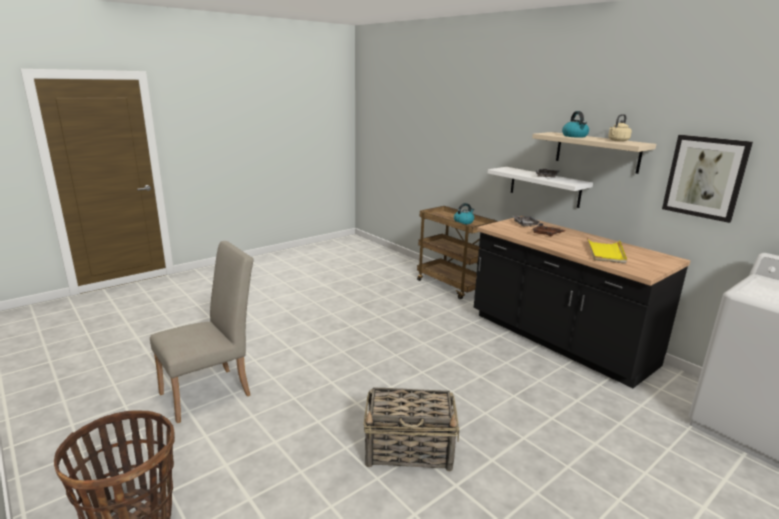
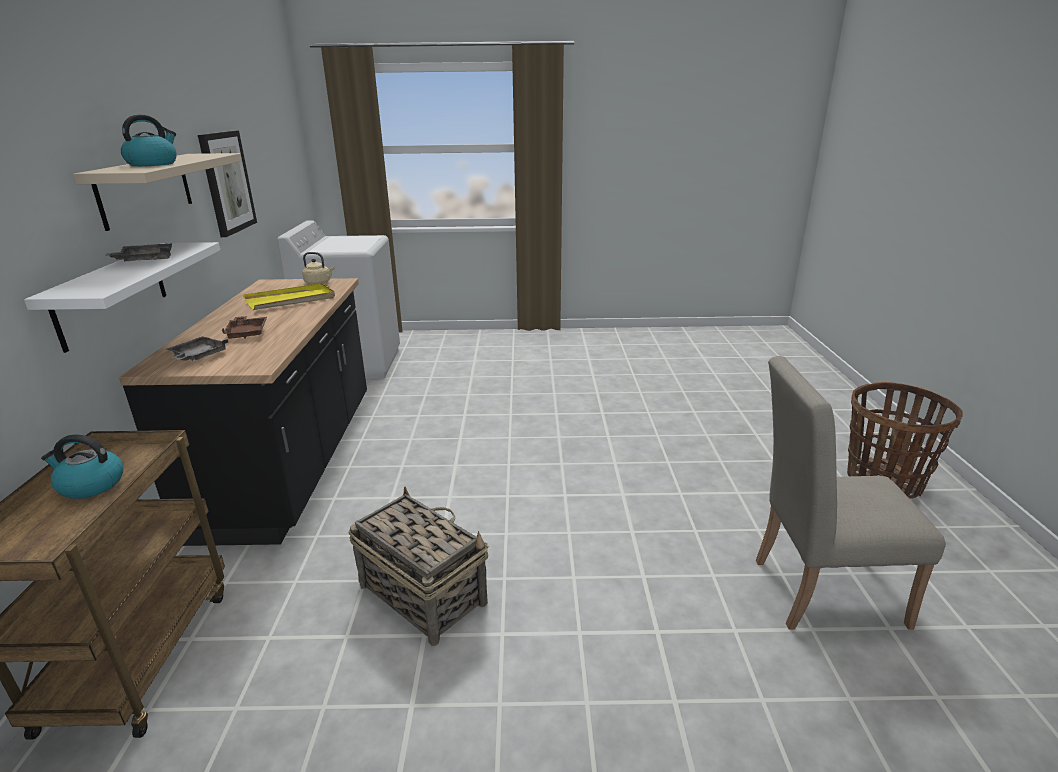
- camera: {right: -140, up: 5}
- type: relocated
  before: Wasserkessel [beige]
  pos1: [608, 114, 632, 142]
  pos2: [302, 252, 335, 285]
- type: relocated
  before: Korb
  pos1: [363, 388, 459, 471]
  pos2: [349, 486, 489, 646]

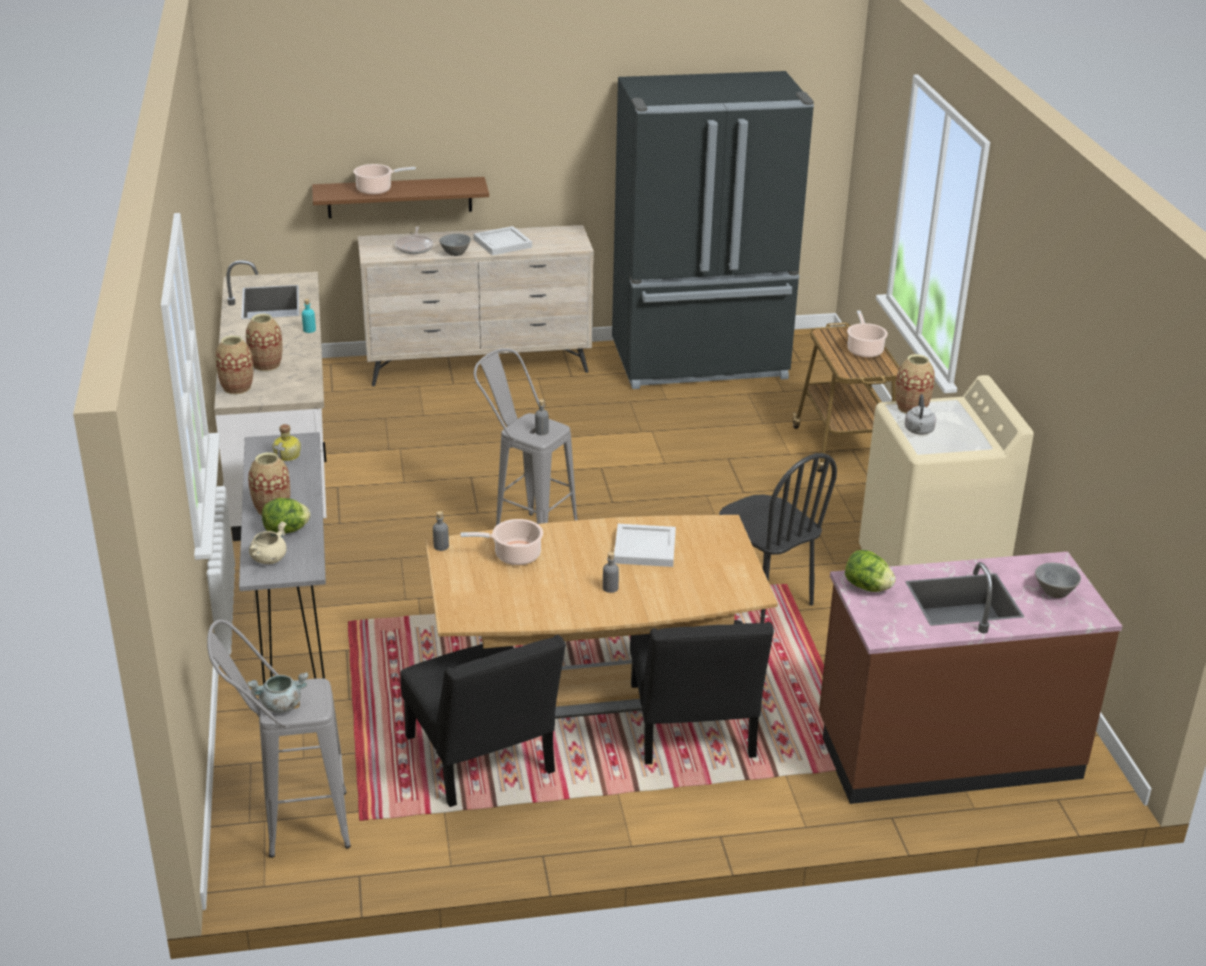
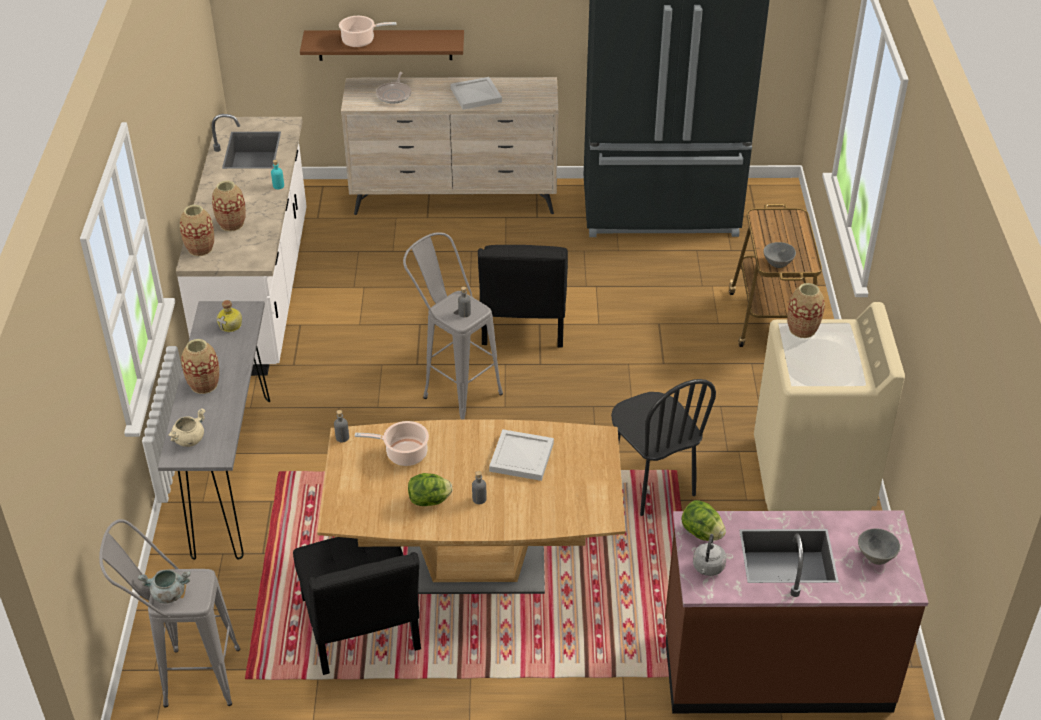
- camera: {right: 10, up: 10}
- type: relocated
  before: Schüssel [grau]
  pos1: [439, 234, 471, 256]
  pos2: [763, 242, 796, 268]
- type: missing
  before: Kochtopf
  pos1: [847, 311, 888, 358]
- type: relocated
  before: Wasserkessel [grau]
  pos1: [905, 394, 936, 435]
  pos2: [693, 534, 726, 576]
- type: relocated
  before: Salatkopf
  pos1: [262, 498, 311, 533]
  pos2: [408, 473, 452, 506]
- type: relocated
  before: Stuhl [schwarz]
  pos1: [630, 620, 774, 765]
  pos2: [478, 245, 568, 348]

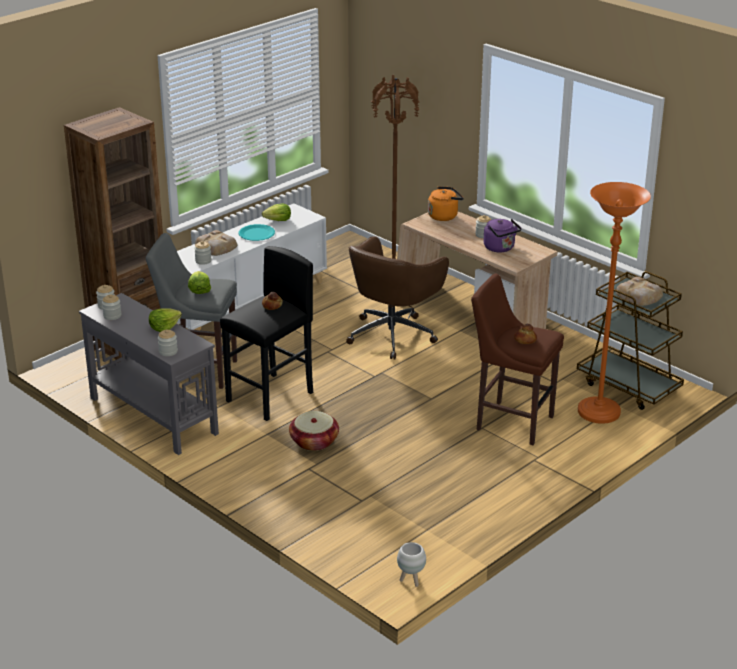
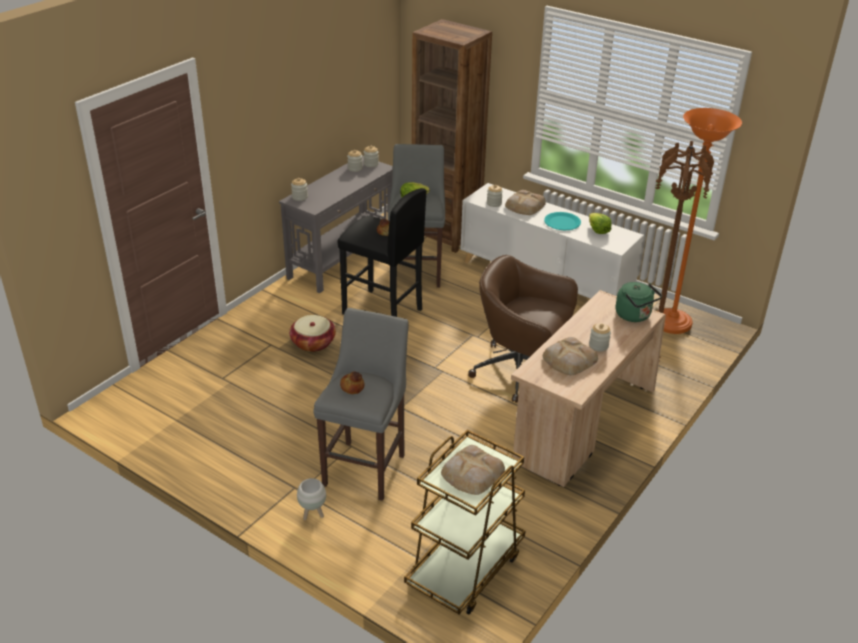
- camera: {right: 80, up: 5}
- type: relocated
  before: Stehlampe [orange]
  pos1: [578, 182, 651, 424]
  pos2: [663, 108, 742, 334]
- type: colour
  before: Wasserkessel [orange]
  after: Wasserkessel [grün]
  pos1: [428, 186, 464, 221]
  pos2: [615, 282, 662, 322]
- type: exchanged
  before: Wasserkessel [lila]
  after: Brot
  pos1: [484, 219, 521, 252]
  pos2: [543, 337, 598, 375]
- type: colour
  before: Hocker [braun]
  after: Hocker [grau]
  pos1: [471, 274, 564, 445]
  pos2: [313, 308, 409, 501]
- type: missing
  before: Salatkopf
  pos1: [149, 308, 182, 332]
- type: relocated
  before: Pflanzkübel [weiß]
  pos1: [397, 542, 426, 587]
  pos2: [297, 478, 326, 520]

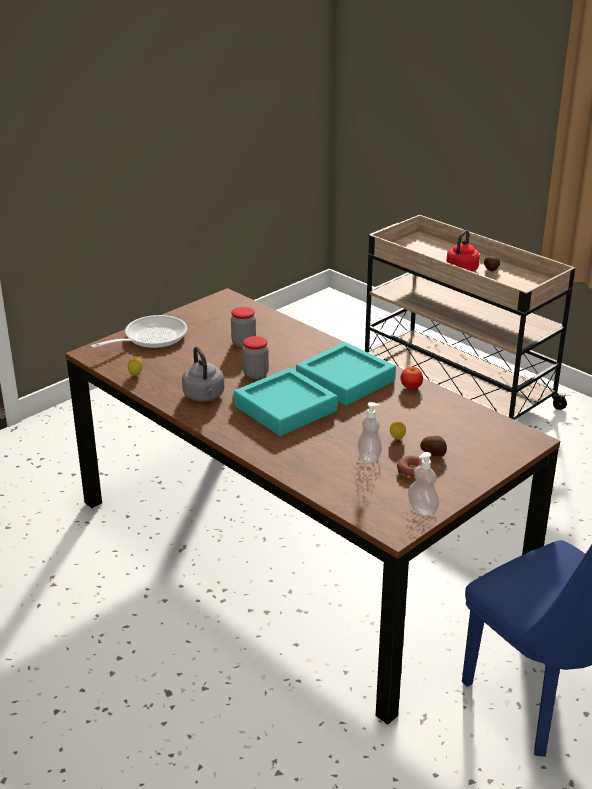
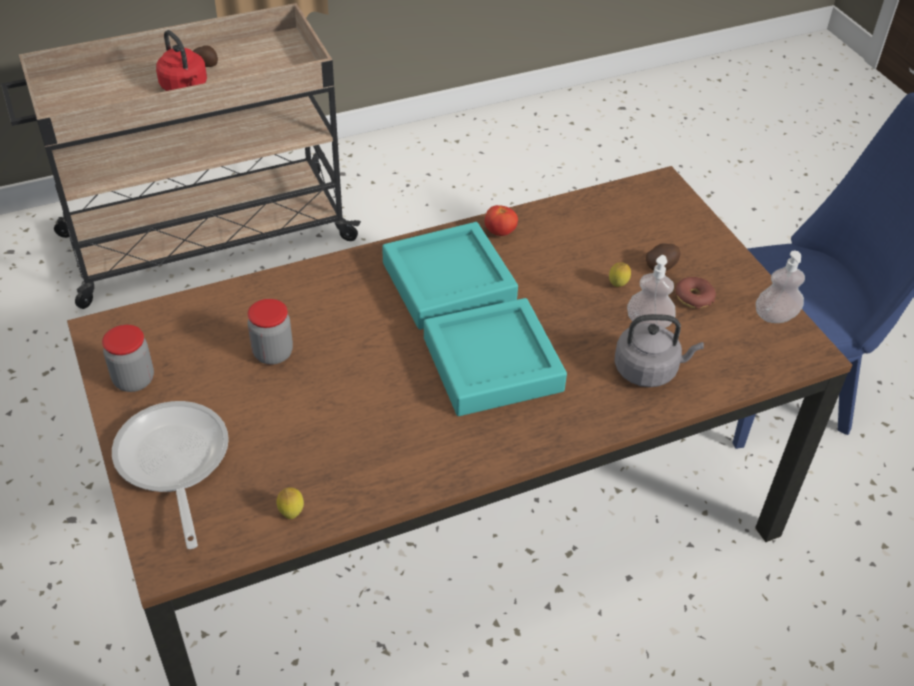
- camera: {right: -70, up: 15}
- type: relocated
  before: Vorratsglas
  pos1: [242, 336, 269, 379]
  pos2: [102, 325, 154, 392]
- type: relocated
  before: Wasserkessel [grau]
  pos1: [182, 347, 224, 402]
  pos2: [614, 314, 704, 387]

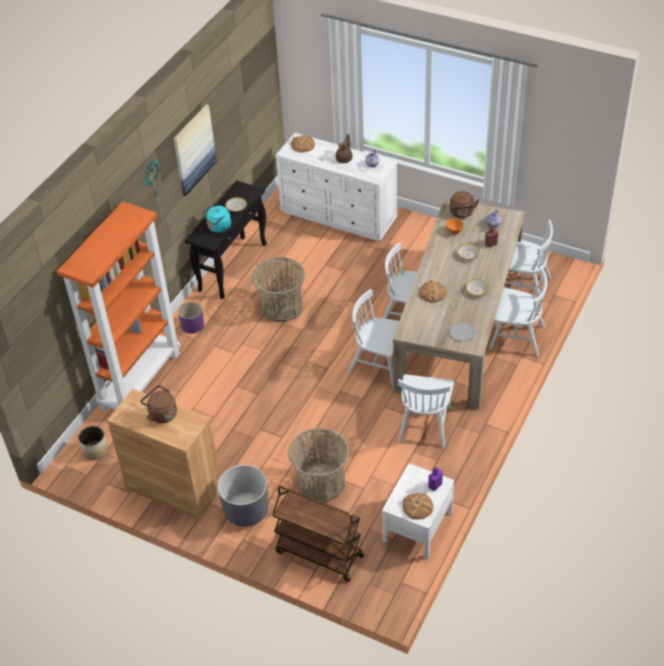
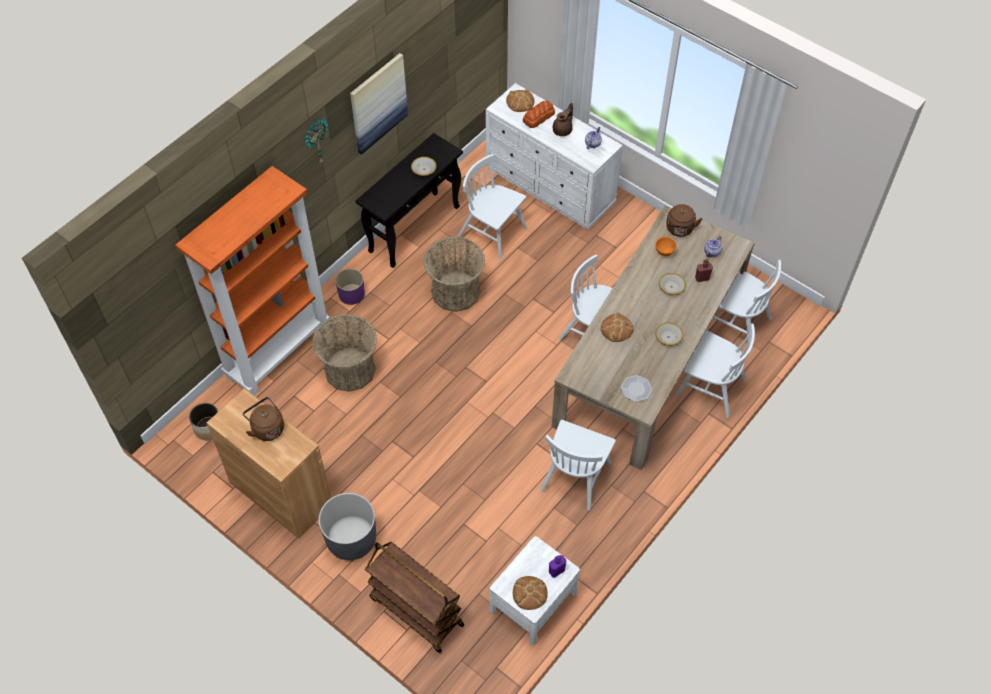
- camera: {right: 10, up: 10}
- type: missing
  before: Wasserkessel [türkis]
  pos1: [201, 206, 231, 233]
- type: relocated
  before: Stuhl [weiß]
  pos1: [348, 289, 409, 386]
  pos2: [458, 154, 527, 259]
- type: relocated
  before: Korb
  pos1: [288, 428, 349, 502]
  pos2: [312, 314, 377, 392]
- type: appeared
  after: Brot
  pos2: [523, 100, 555, 128]

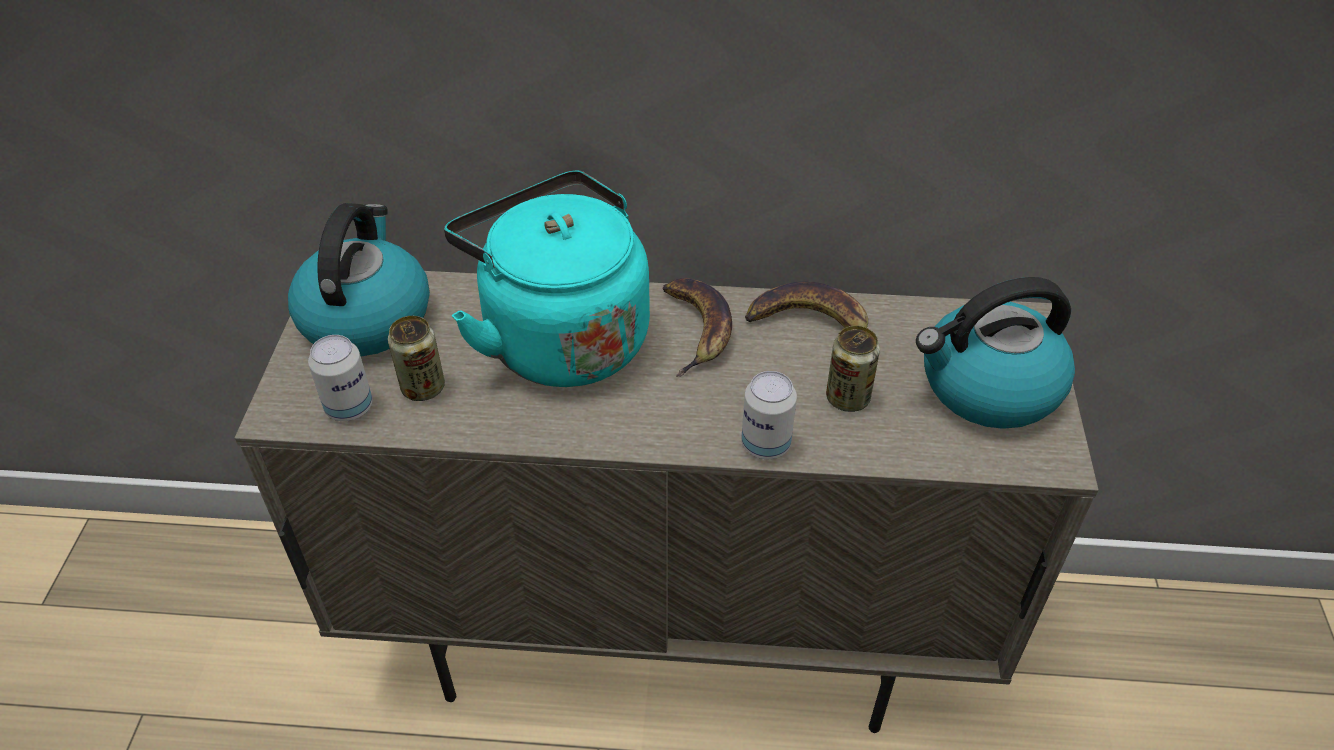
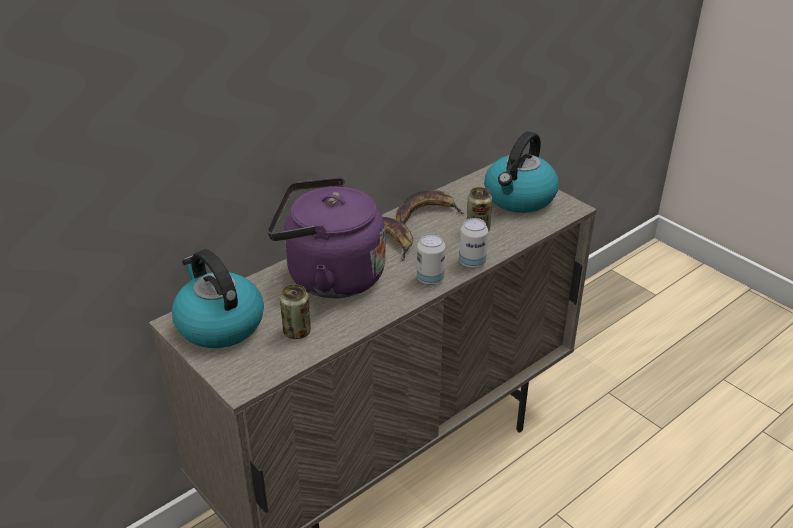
- camera: {right: -45, up: -10}
- type: colour
  before: Wasserkessel [türkis]
  after: Wasserkessel [lila]
  pos1: [444, 170, 650, 387]
  pos2: [267, 177, 386, 298]
- type: relocated
  before: Dose
  pos1: [308, 335, 373, 421]
  pos2: [417, 234, 445, 285]

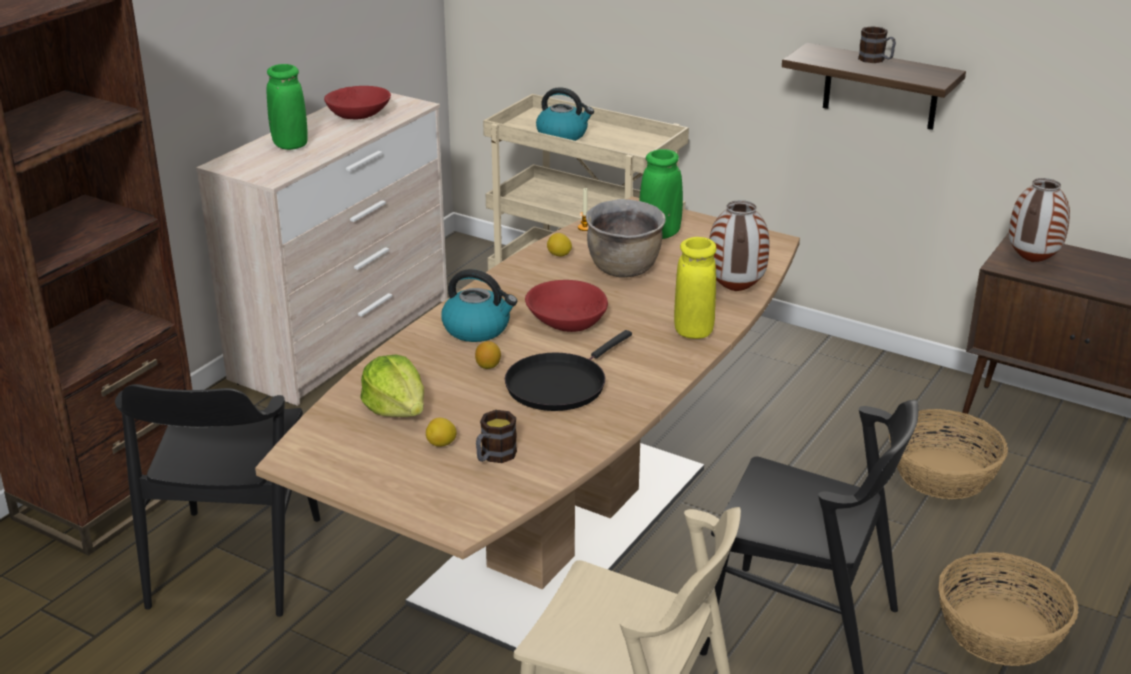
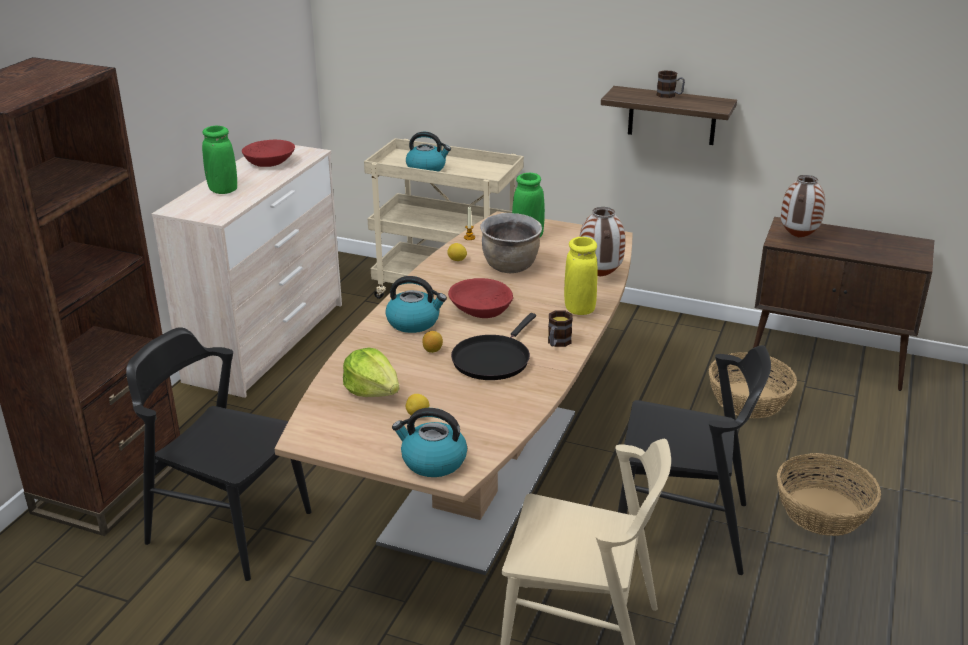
- camera: {right: -10, up: 0}
- type: spun
  before: Stuhl [schwarz]
  pos1: [115, 384, 320, 617]
  pos2: [126, 327, 312, 581]
  turn: 120
- type: relocated
  before: Henkelbecher
  pos1: [476, 410, 517, 463]
  pos2: [548, 310, 573, 347]
- type: appeared
  after: Wasserkessel
  pos2: [392, 408, 467, 477]

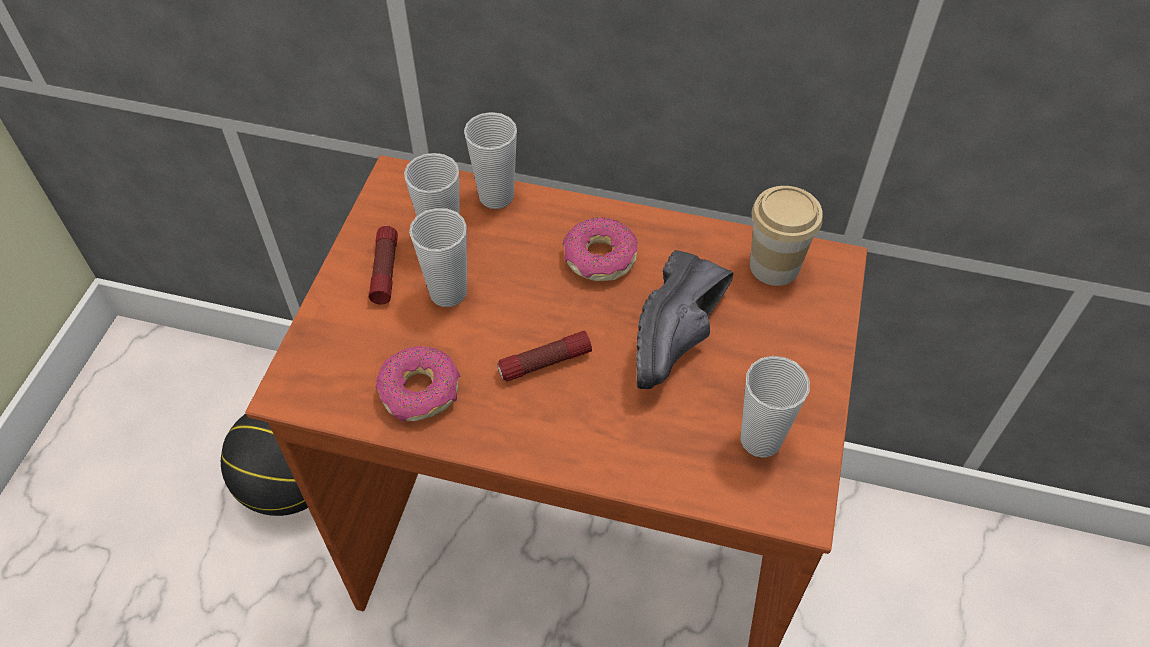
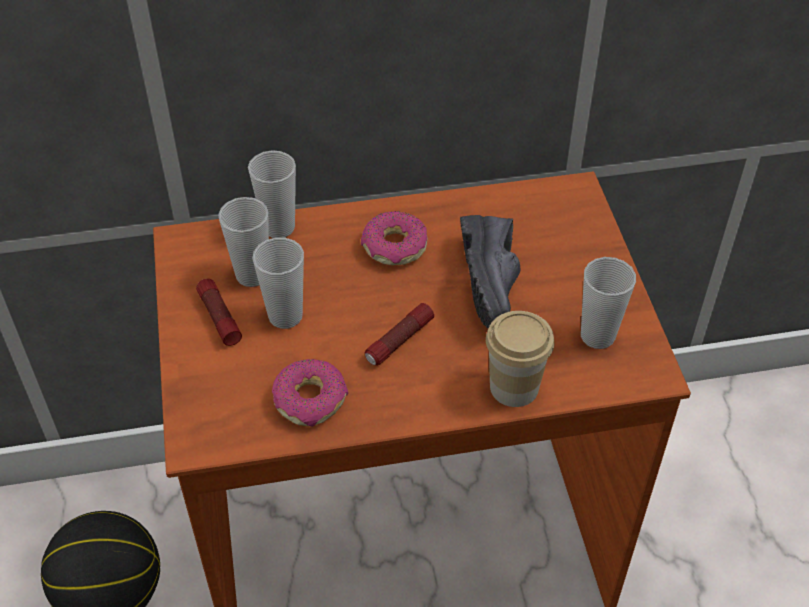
- camera: {right: -25, up: -5}
- type: relocated
  before: Tasse
  pos1: [750, 186, 823, 286]
  pos2: [486, 311, 554, 407]

